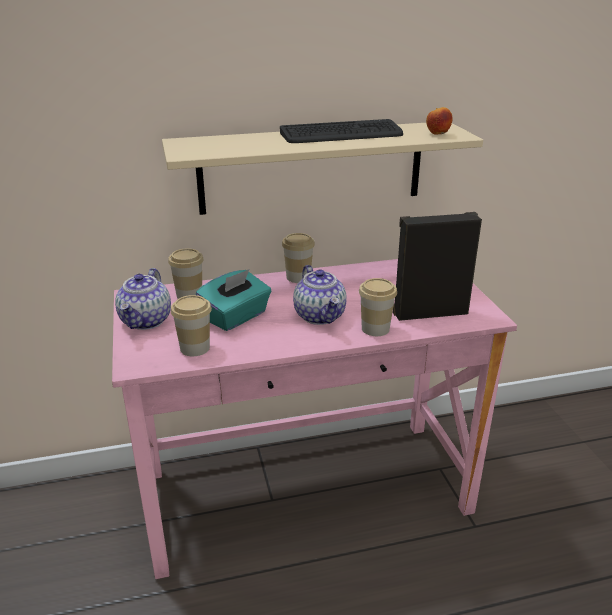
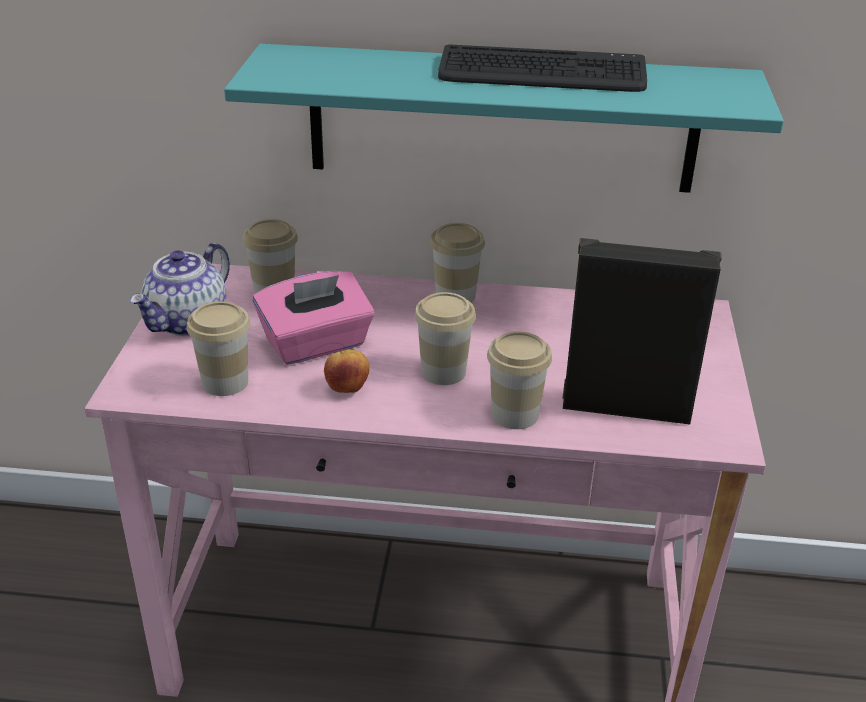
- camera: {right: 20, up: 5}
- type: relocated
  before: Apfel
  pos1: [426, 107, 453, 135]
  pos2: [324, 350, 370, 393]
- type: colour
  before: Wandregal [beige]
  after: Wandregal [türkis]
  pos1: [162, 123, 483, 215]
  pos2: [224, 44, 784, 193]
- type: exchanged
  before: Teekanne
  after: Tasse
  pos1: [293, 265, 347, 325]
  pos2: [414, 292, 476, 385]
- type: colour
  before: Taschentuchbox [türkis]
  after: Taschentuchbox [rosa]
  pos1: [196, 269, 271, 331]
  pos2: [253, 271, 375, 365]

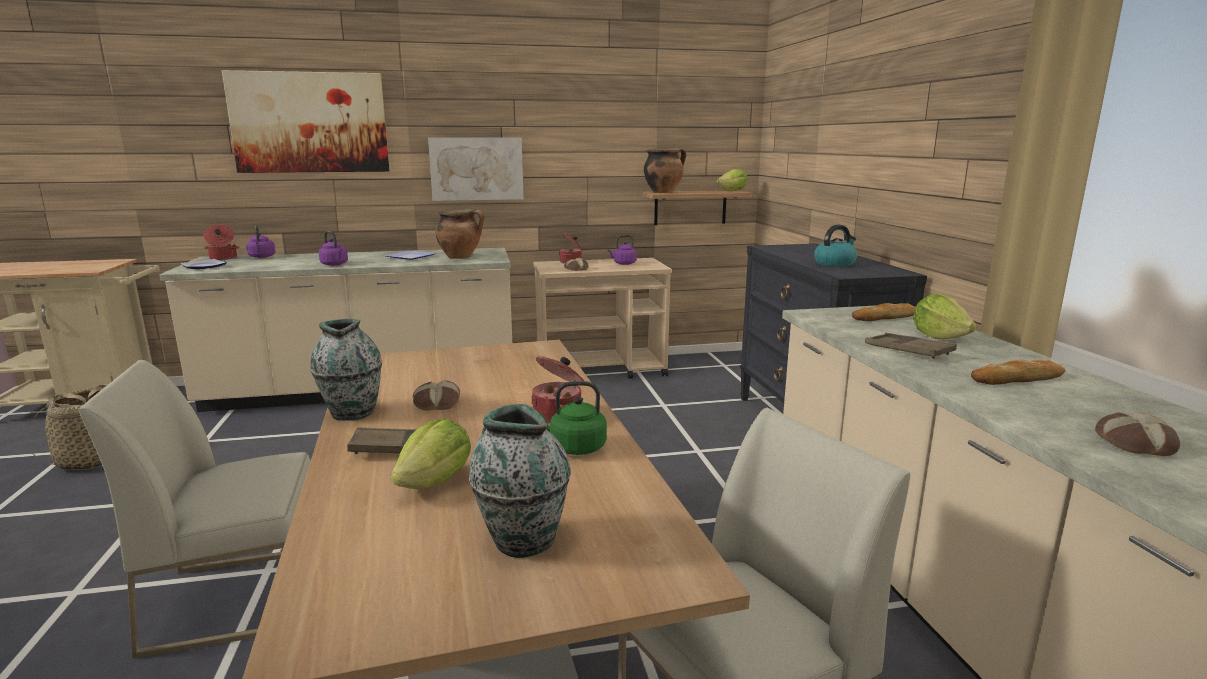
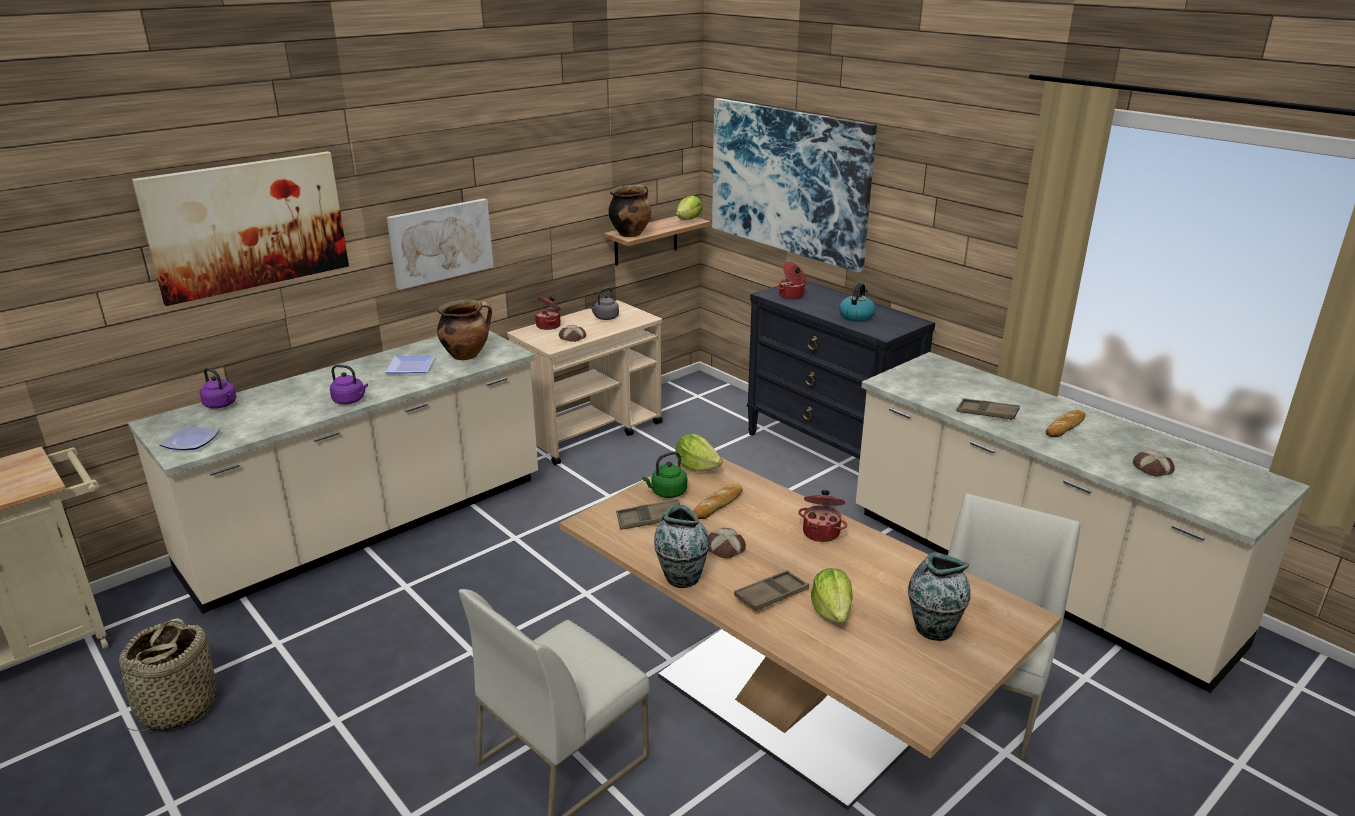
- camera: {right: -30, up: 10}
- type: relocated
  before: Kochtopf
  pos1: [203, 224, 240, 260]
  pos2: [776, 262, 808, 300]
- type: colour
  before: Wasserkessel [lila]
  after: Wasserkessel [grau]
  pos1: [607, 235, 637, 265]
  pos2: [589, 287, 619, 320]
- type: relocated
  before: Salatkopf
  pos1: [913, 294, 977, 340]
  pos2: [676, 433, 723, 472]
- type: relocated
  before: Brot
  pos1: [852, 303, 916, 321]
  pos2: [693, 484, 743, 519]
- type: relocated
  before: Wasserkessel [grün]
  pos1: [537, 381, 607, 455]
  pos2: [642, 451, 687, 498]
- type: appeared
  after: Bild
  pos2: [712, 98, 877, 273]
- type: appeared
  after: Tablett [braun]
  pos2: [616, 499, 680, 530]

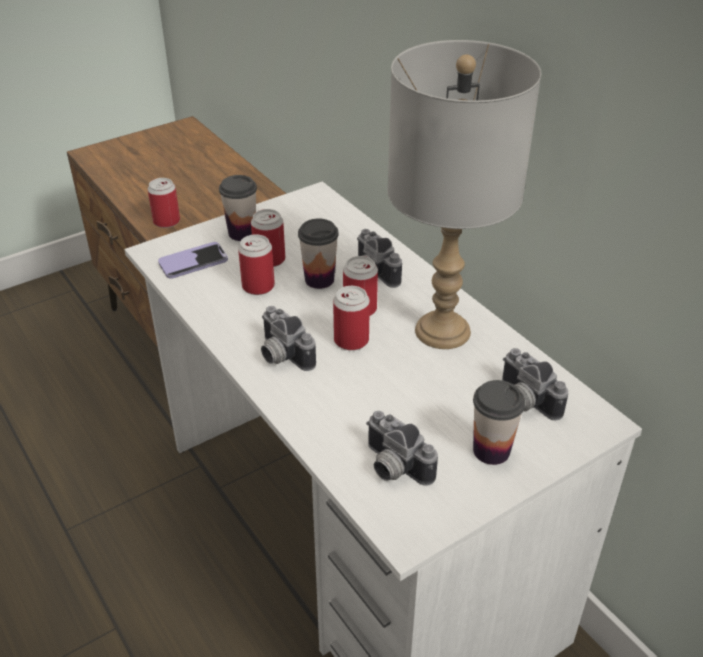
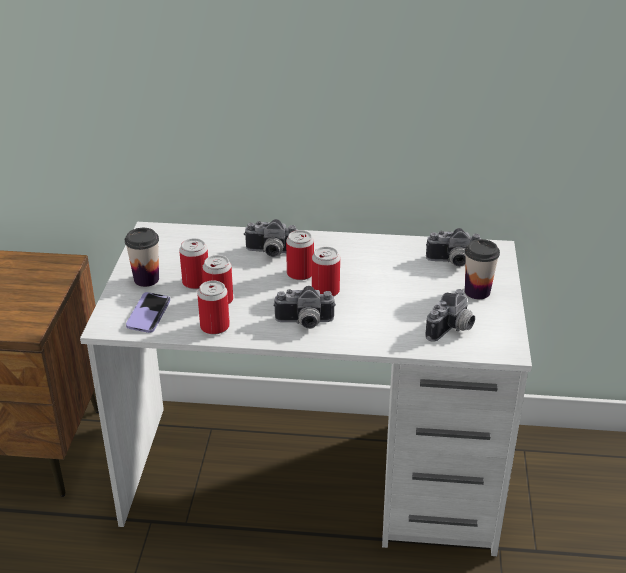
- camera: {right: -50, up: -5}
- type: missing
  before: Tischlampe [grau]
  pos1: [387, 40, 541, 349]
- type: relocated
  before: Dose
  pos1: [148, 178, 180, 228]
  pos2: [197, 280, 230, 334]
- type: missing
  before: Tasse
  pos1: [298, 218, 339, 289]
- type: spun
  before: Kamera
  pos1: [366, 411, 438, 486]
  pos2: [425, 289, 475, 342]
  turn: -45

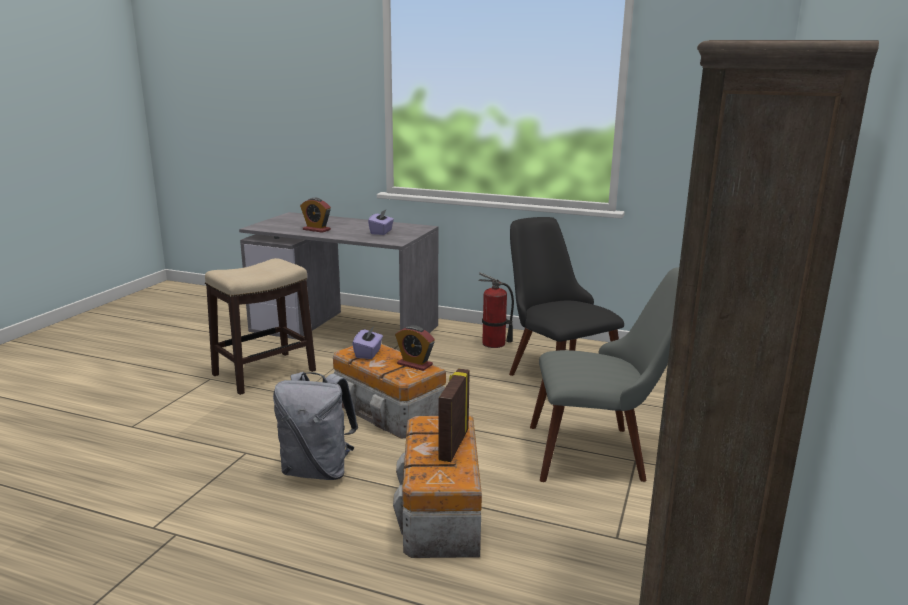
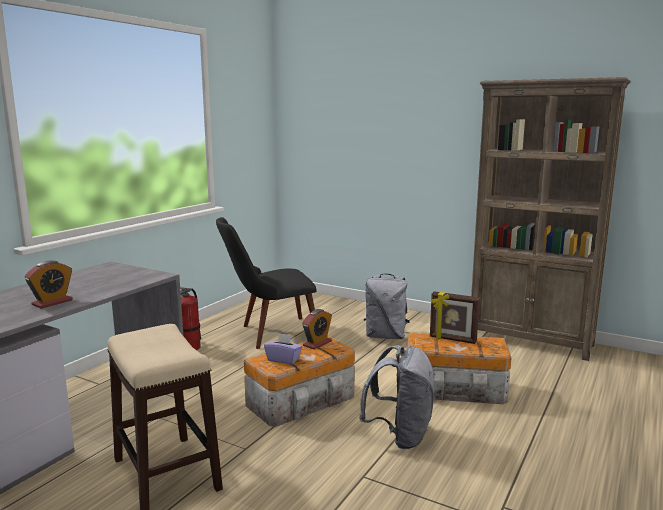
- camera: {right: -80, up: -5}
- type: missing
  before: Taschentuchbox [lila]
  pos1: [368, 210, 394, 235]
- type: exchanged
  before: Stuhl [grau]
  after: Rucksack [grau]
  pos1: [530, 267, 679, 482]
  pos2: [364, 273, 410, 339]

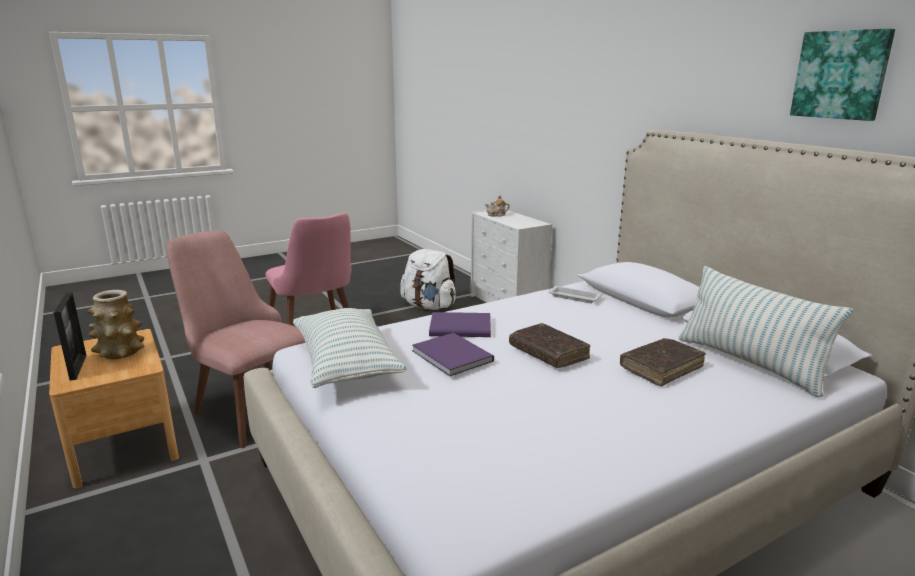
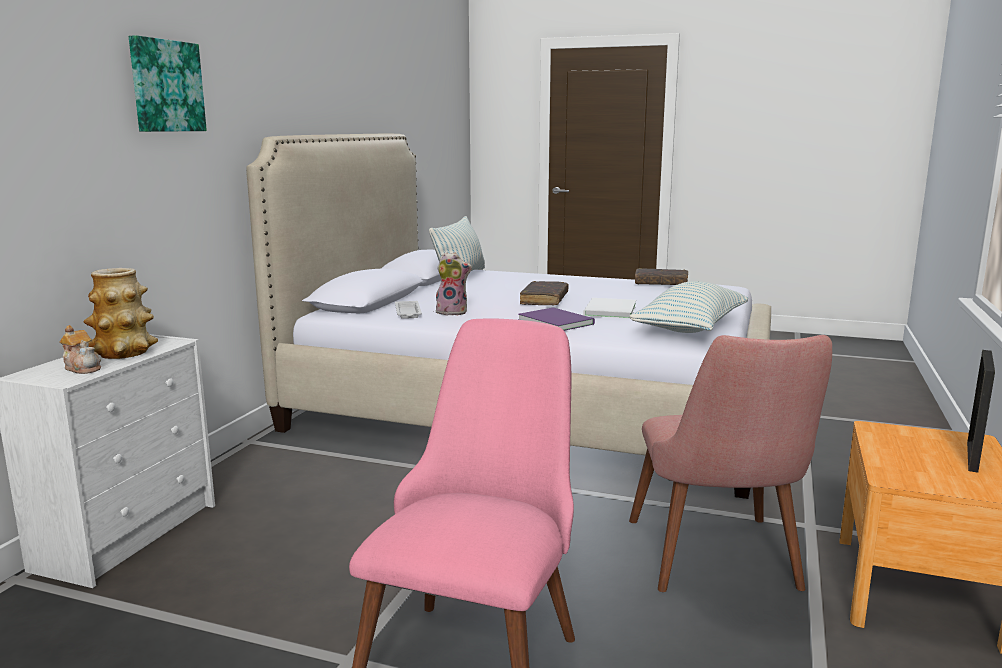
- camera: {right: -130, up: -5}
- type: relocated
  before: Bild
  pos1: [790, 28, 895, 121]
  pos2: [129, 35, 207, 132]
- type: missing
  before: Rucksack [weiß]
  pos1: [400, 249, 456, 310]
- type: relocated
  before: Vase
  pos1: [87, 290, 144, 359]
  pos2: [84, 268, 158, 359]
- type: colour
  before: Buch [lila]
  after: Buch [weiß]
  pos1: [412, 333, 494, 376]
  pos2: [583, 298, 636, 319]
- type: relocated
  before: Buch [braun]
  pos1: [620, 338, 706, 386]
  pos2: [635, 268, 688, 285]
- type: appeared
  after: Plüschtier
  pos2: [434, 252, 472, 316]

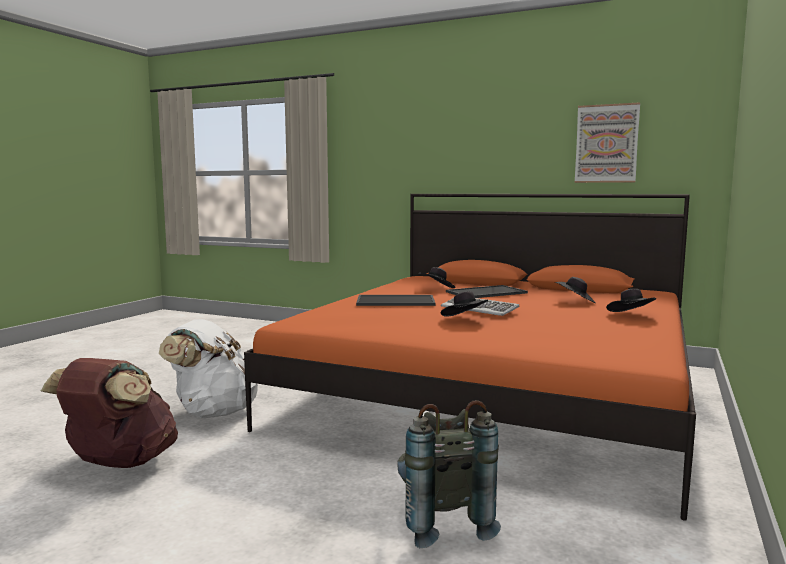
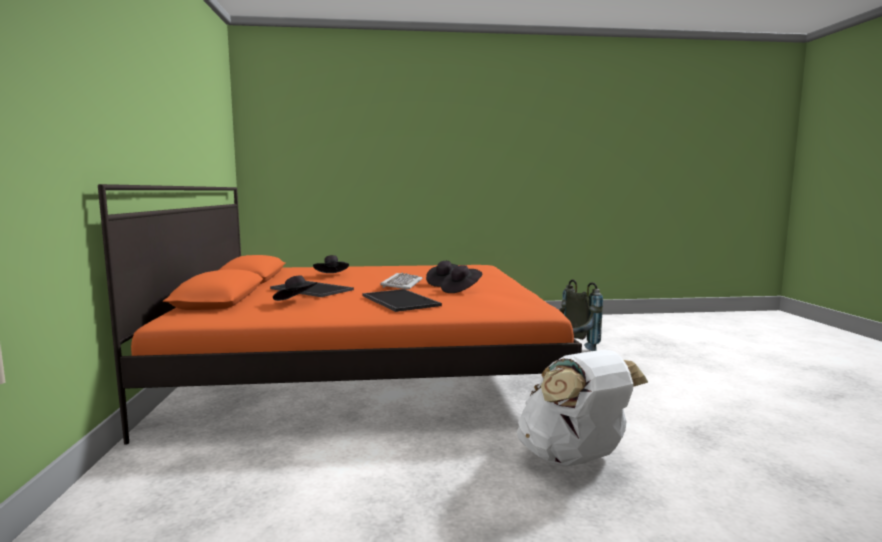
- camera: {right: -120, up: 0}
- type: missing
  before: Bild
  pos1: [575, 102, 640, 183]
- type: relocated
  before: Hut [schwarz]
  pos1: [606, 289, 656, 312]
  pos2: [441, 265, 482, 293]
- type: missing
  before: Rucksack [braun]
  pos1: [41, 358, 178, 468]

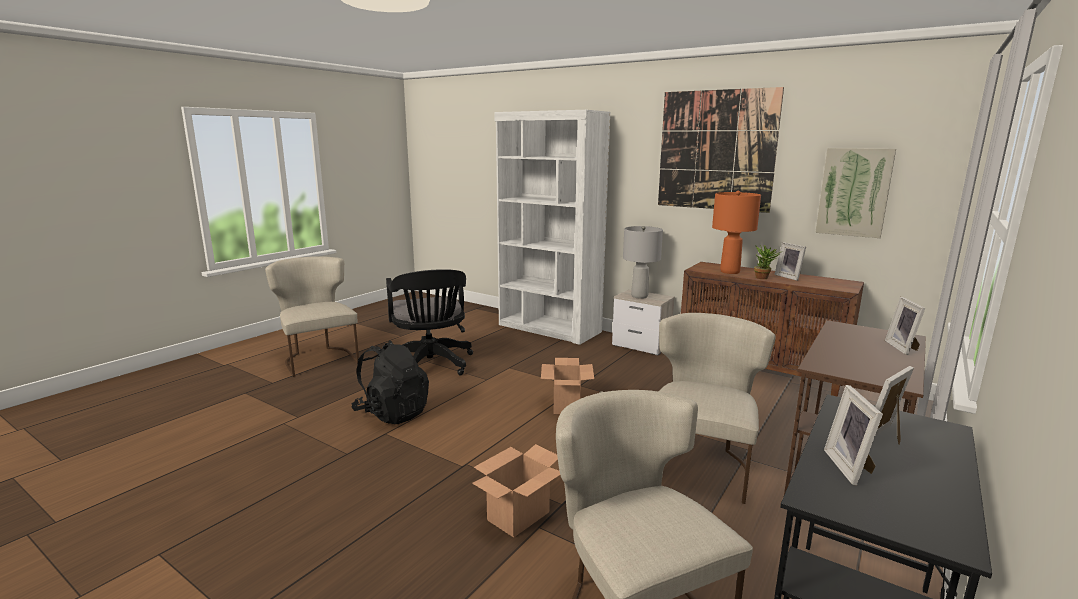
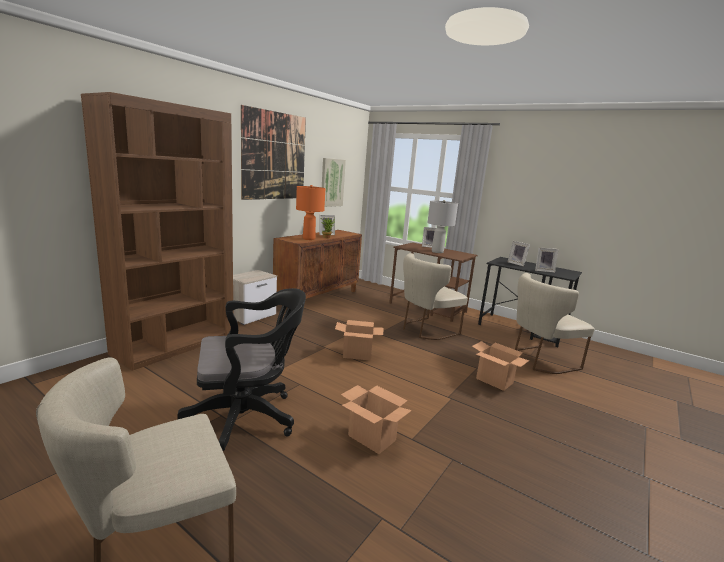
- camera: {right: -90, up: 0}
- type: colour
  before: Bücherregal [weiß]
  after: Bücherregal [braun]
  pos1: [494, 110, 610, 345]
  pos2: [81, 92, 233, 371]
- type: relocated
  before: Tischlampe [grau]
  pos1: [623, 226, 663, 299]
  pos2: [427, 200, 458, 253]
- type: spun
  before: Stuhl [beige]
  pos1: [659, 313, 776, 504]
  pos2: [403, 253, 468, 340]
  turn: -60
- type: exchanged
  before: Rucksack [schwarz]
  after: Karton
  pos1: [351, 341, 429, 424]
  pos2: [341, 385, 412, 454]

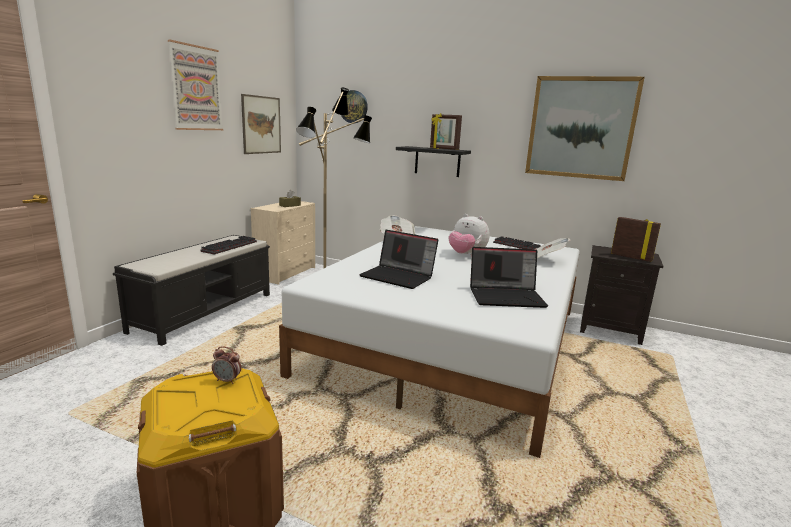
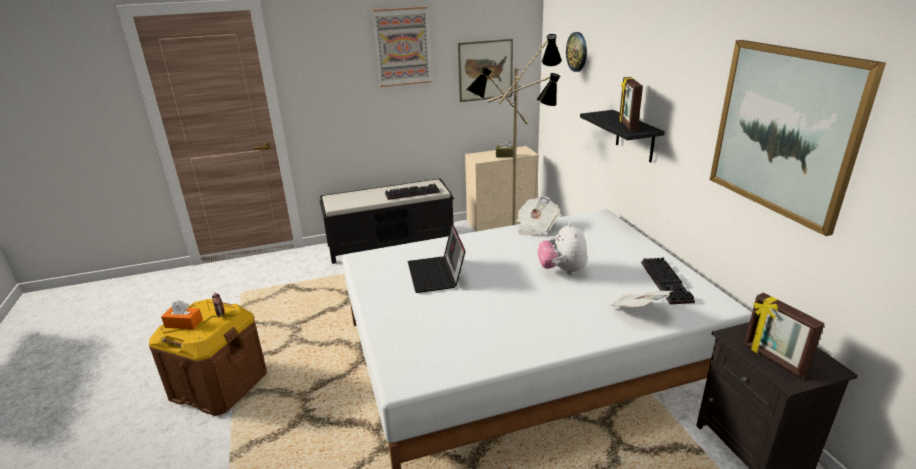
- camera: {right: 50, up: 10}
- type: spun
  before: Bilderrahmen
  pos1: [611, 217, 661, 262]
  pos2: [744, 292, 824, 378]
  turn: 150
- type: missing
  before: Laptop
  pos1: [470, 247, 548, 308]
- type: appeared
  after: Taschentuchbox [orange]
  pos2: [161, 300, 203, 329]

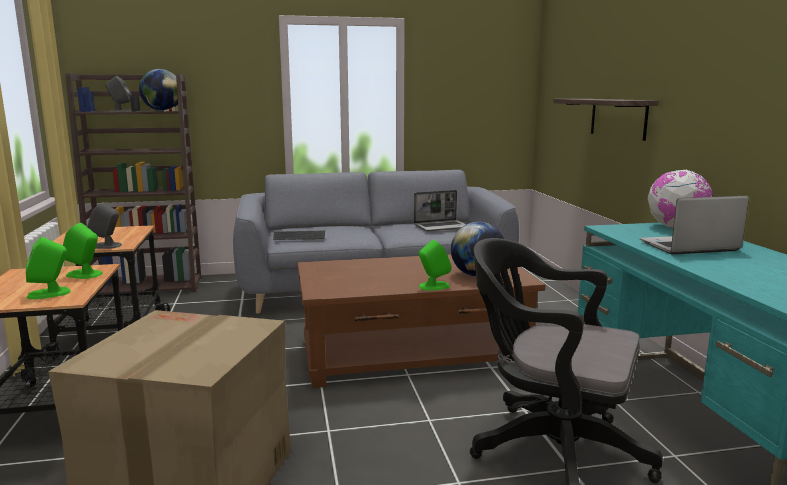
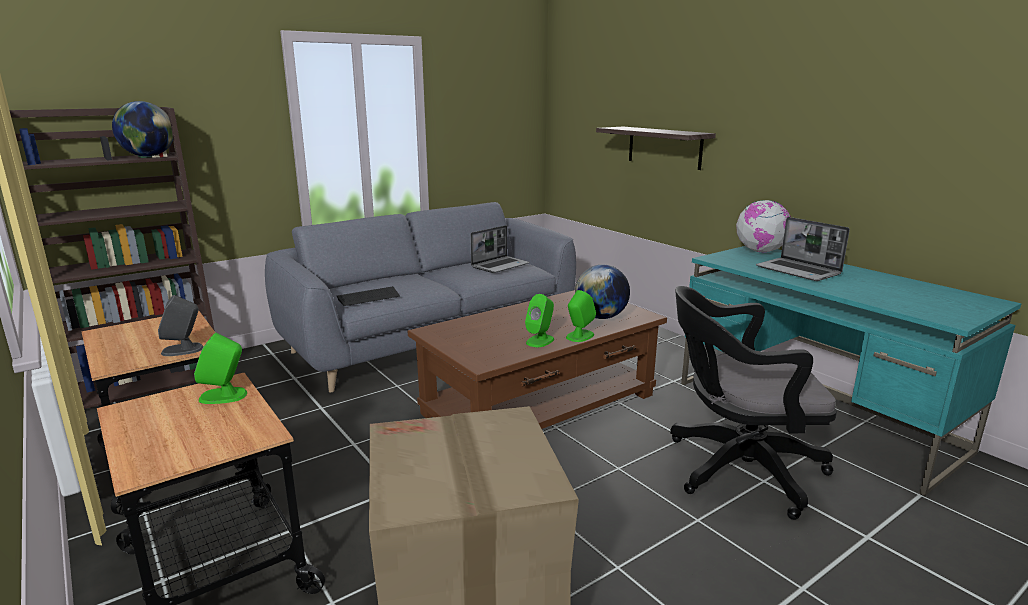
- camera: {right: -25, up: 5}
- type: missing
  before: Lautsprecher [grau]
  pos1: [105, 76, 132, 112]
- type: spun
  before: Laptop
  pos1: [640, 196, 749, 255]
  pos2: [756, 217, 850, 281]
  turn: -90
- type: relocated
  before: Lautsprecher [grün]
  pos1: [26, 237, 71, 299]
  pos2: [525, 294, 554, 347]

